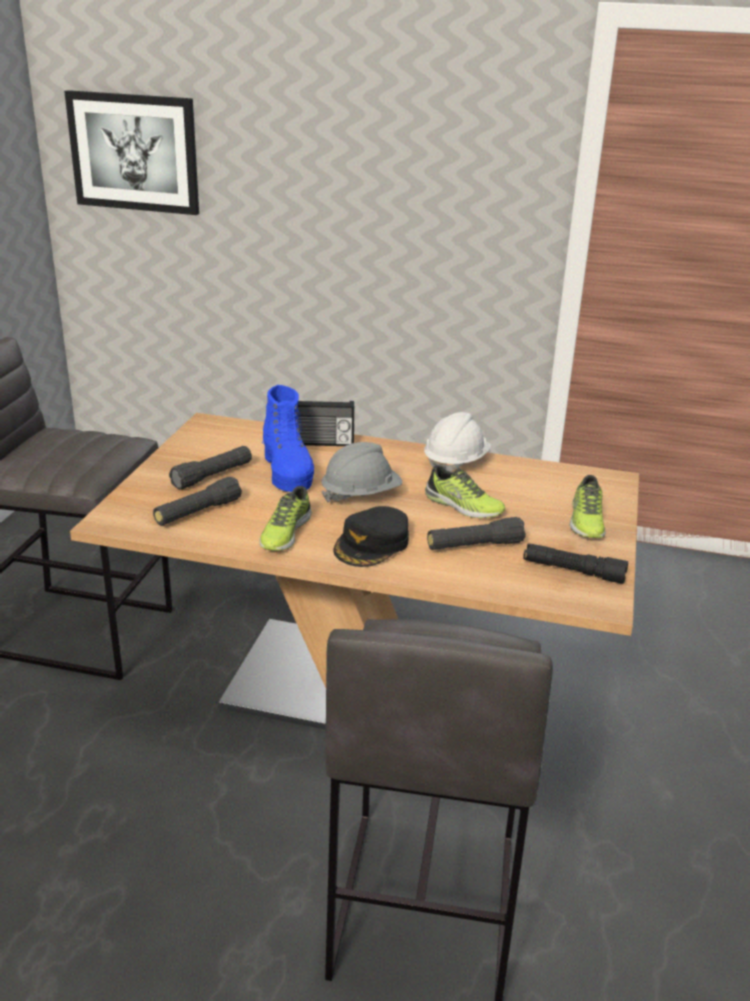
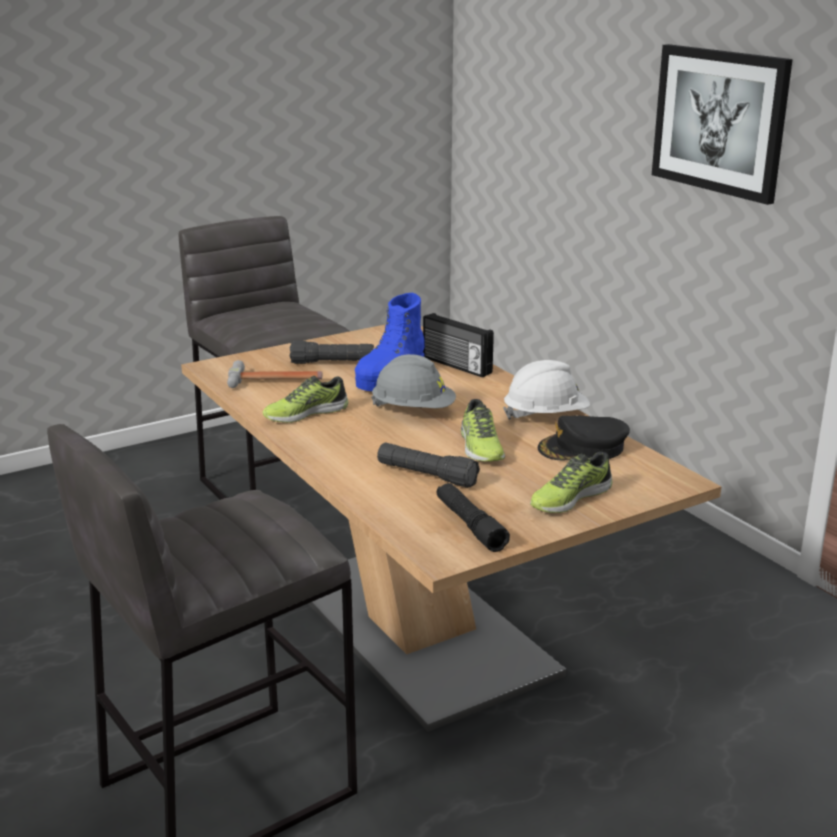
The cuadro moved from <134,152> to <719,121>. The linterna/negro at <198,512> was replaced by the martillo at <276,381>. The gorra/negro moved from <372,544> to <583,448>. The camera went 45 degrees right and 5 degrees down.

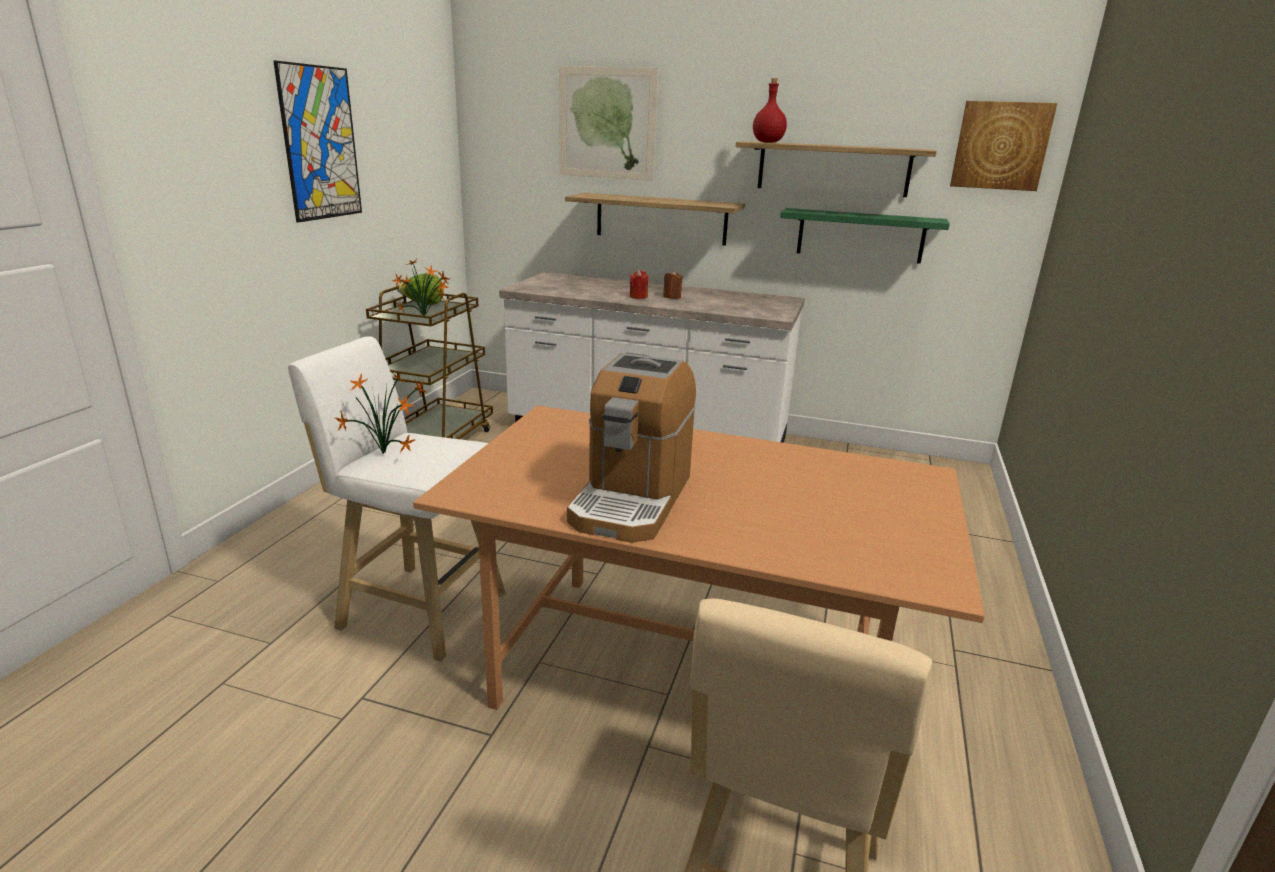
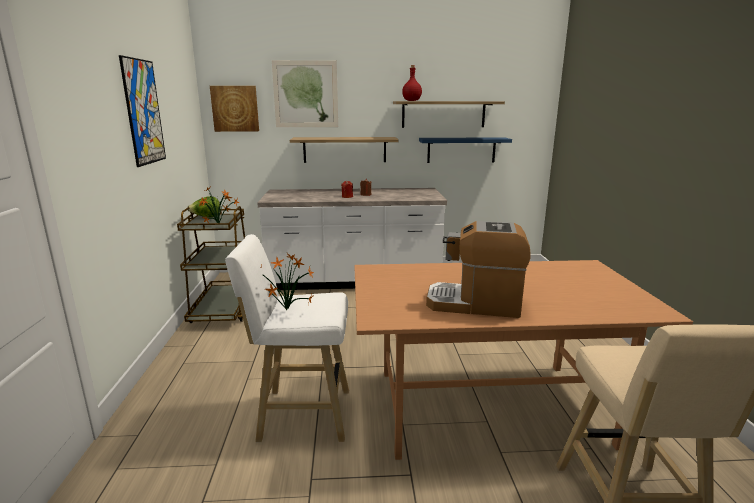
The cafetera at <632,499> turned 105 degrees clockwise. The estante/verde at <860,235> became the estante/azul at <461,150>. The cuadro moved from <1001,146> to <235,108>. The camera went 20 degrees left and 5 degrees down.

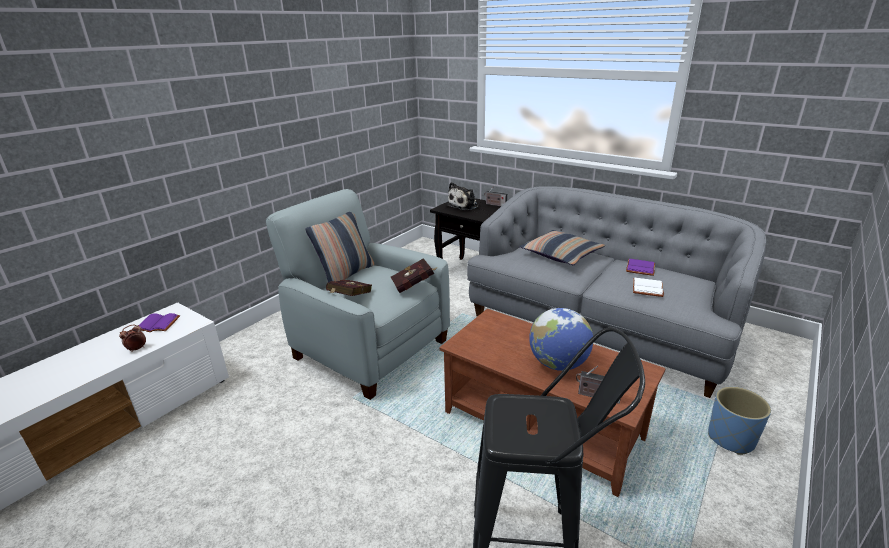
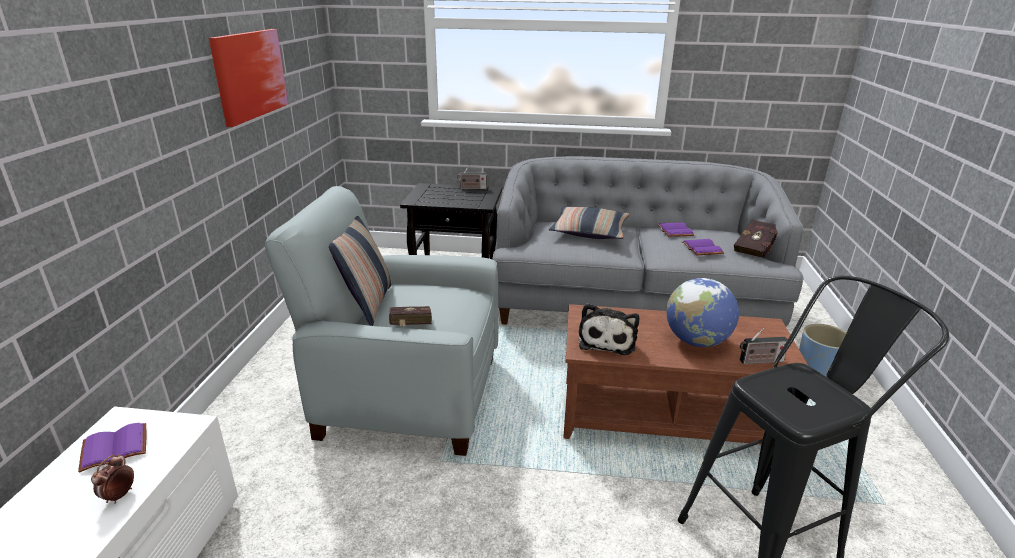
The libro/rojo moved from <414,285> to <756,249>. The peluche moved from <464,205> to <607,340>. The libro/blanco at <648,289> became the libro/morado at <703,249>. The cuadro at <250,75> appeared. The camera went 30 degrees left and 0 degrees up.

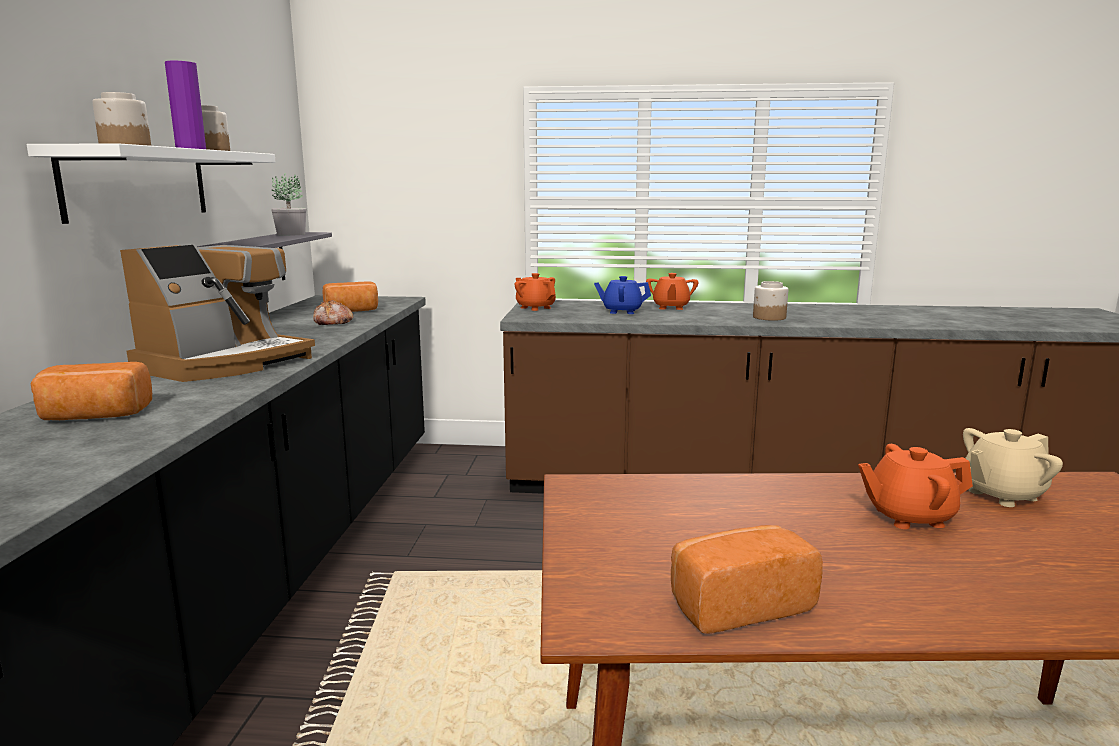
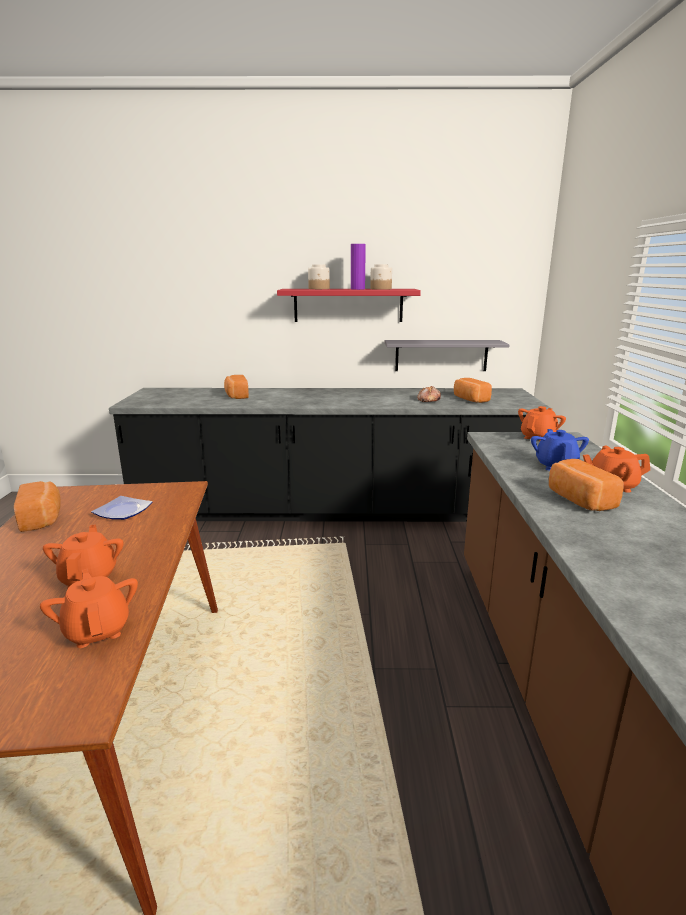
The estante/blanco at <138,183> became the estante/rojo at <348,305>. The cafetera at <225,363> disappeared. The planta en maceta at <291,234> disappeared. The tarro at <769,317> disappeared. The tetera/beis at <1001,494> became the tetera/naranja at <97,630>. The plato at <123,511> appeared. The pan at <578,500> appeared. The camera went 85 degrees right and 5 degrees up.

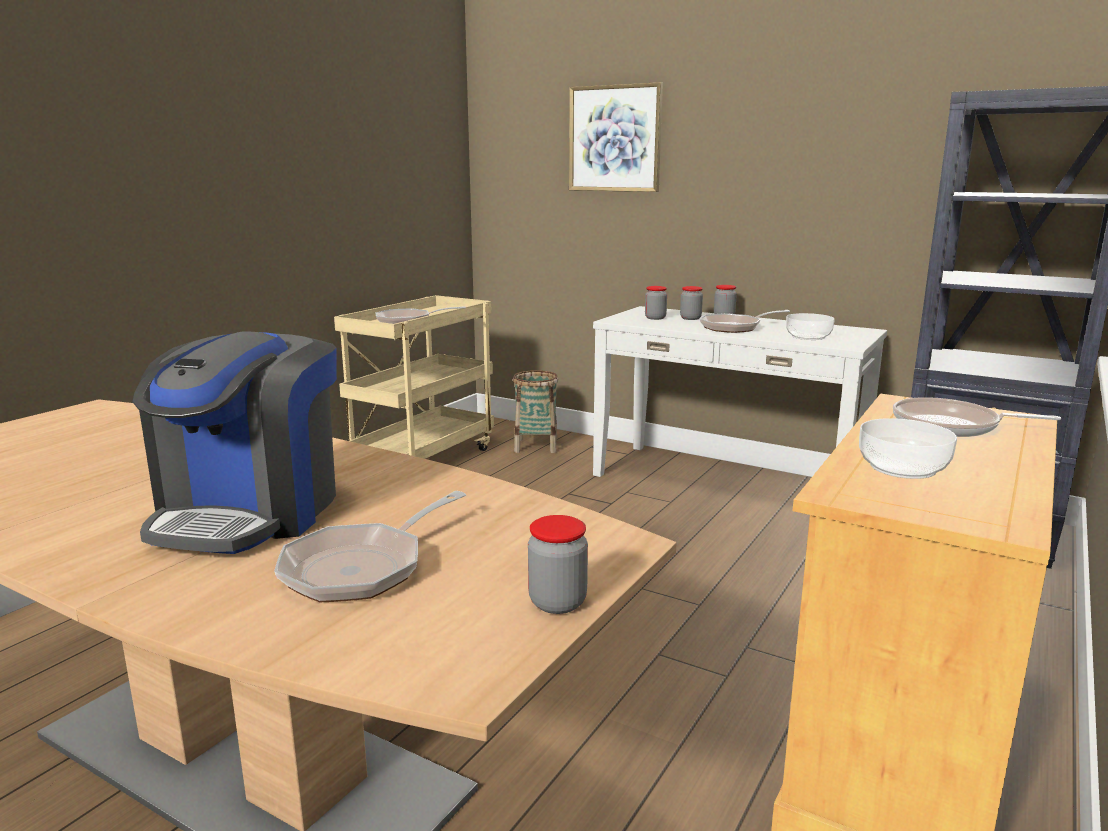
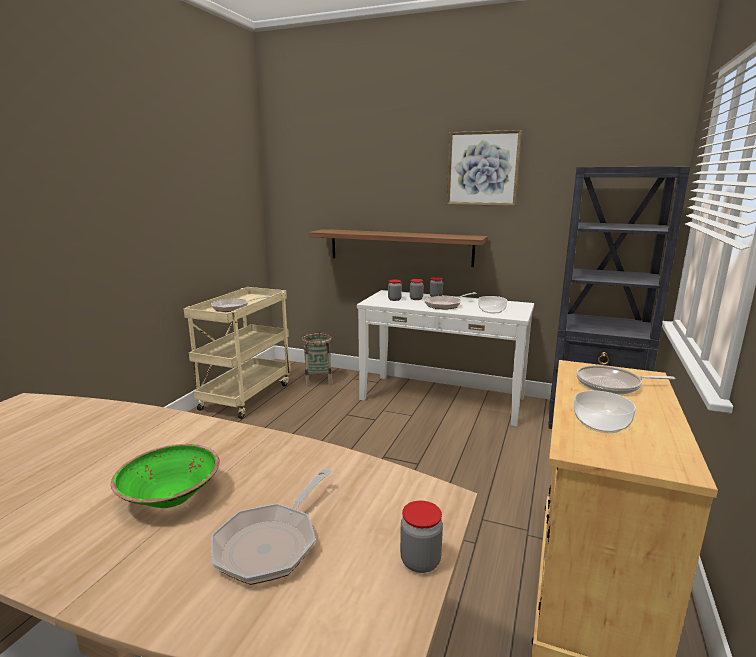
The cafetera at <250,512> was replaced by the cuenco/verde at <171,496>. The cuadro moved from <615,138> to <482,168>. The estante at <400,247> appeared. The camera went 10 degrees left and 0 degrees up.

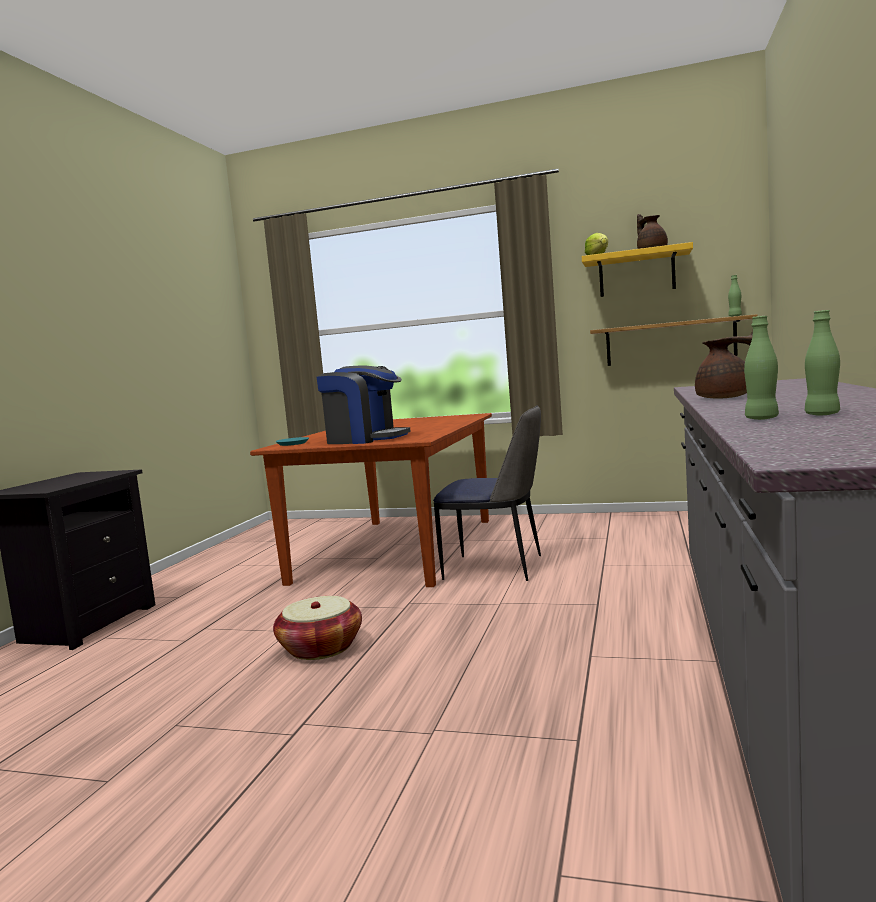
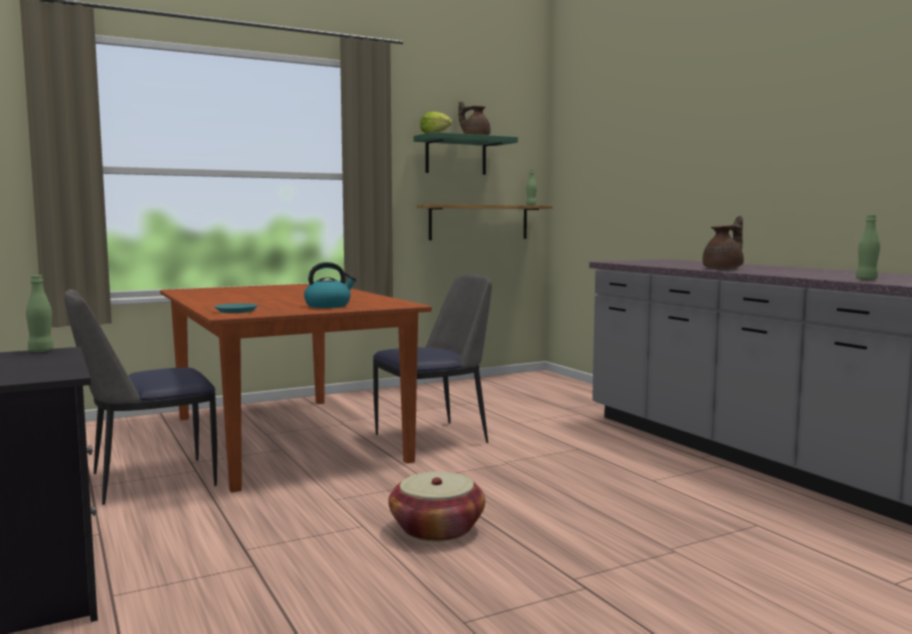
The cafetera at <365,439> was replaced by the hervidor at <328,305>. The estante/amarillo at <636,274> became the estante/verde at <455,156>. The botella/verde moved from <822,414> to <41,351>. The silla at <148,481> appeared. The camera went 45 degrees left and 0 degrees up.

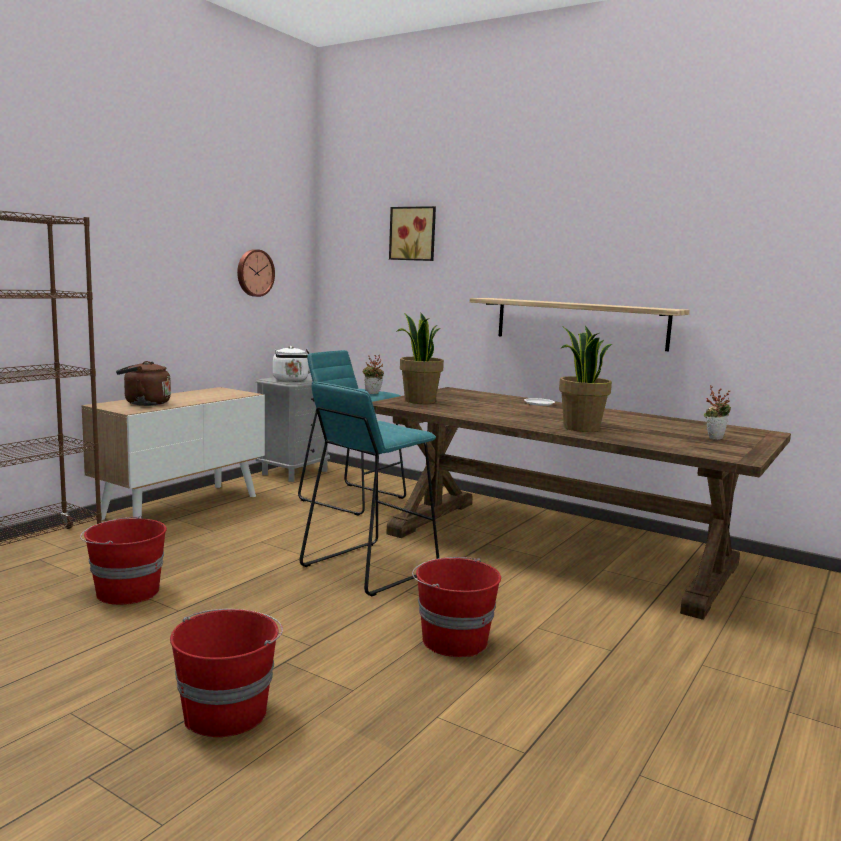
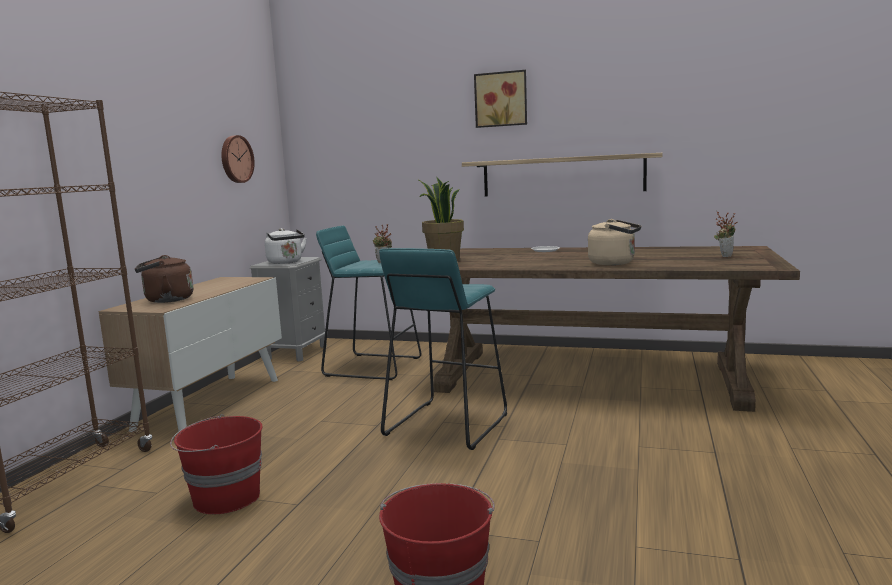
The cuadro moved from <414,233> to <501,99>. The cubo/rojo at <453,640> disappeared. The planta en maceta at <580,428> was replaced by the hervidor/beis at <614,263>. The camera went 15 degrees left and 0 degrees up.

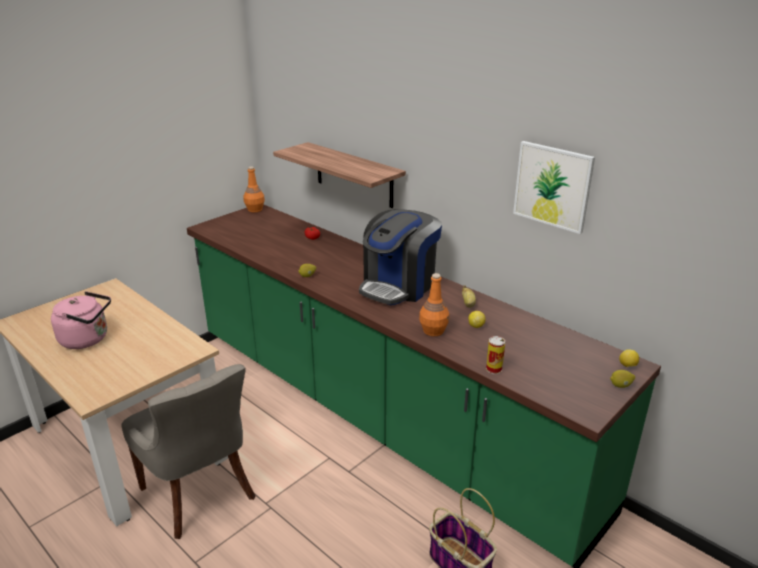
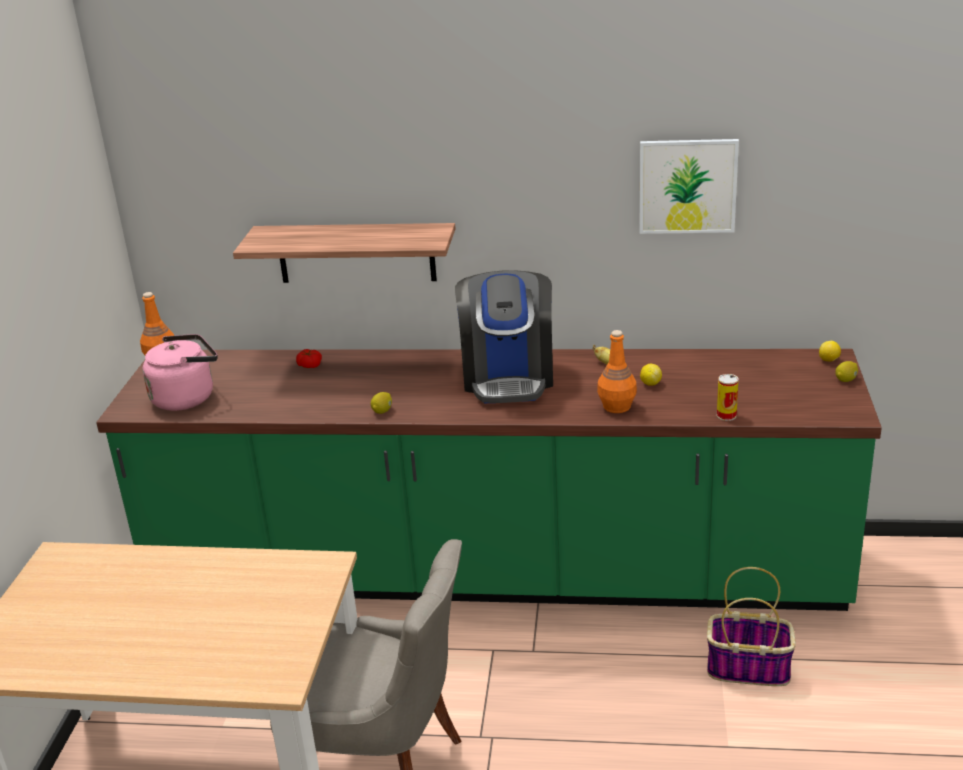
The hervidor/rosa moved from <87,339> to <187,397>. The camera went 35 degrees left and 0 degrees up.

